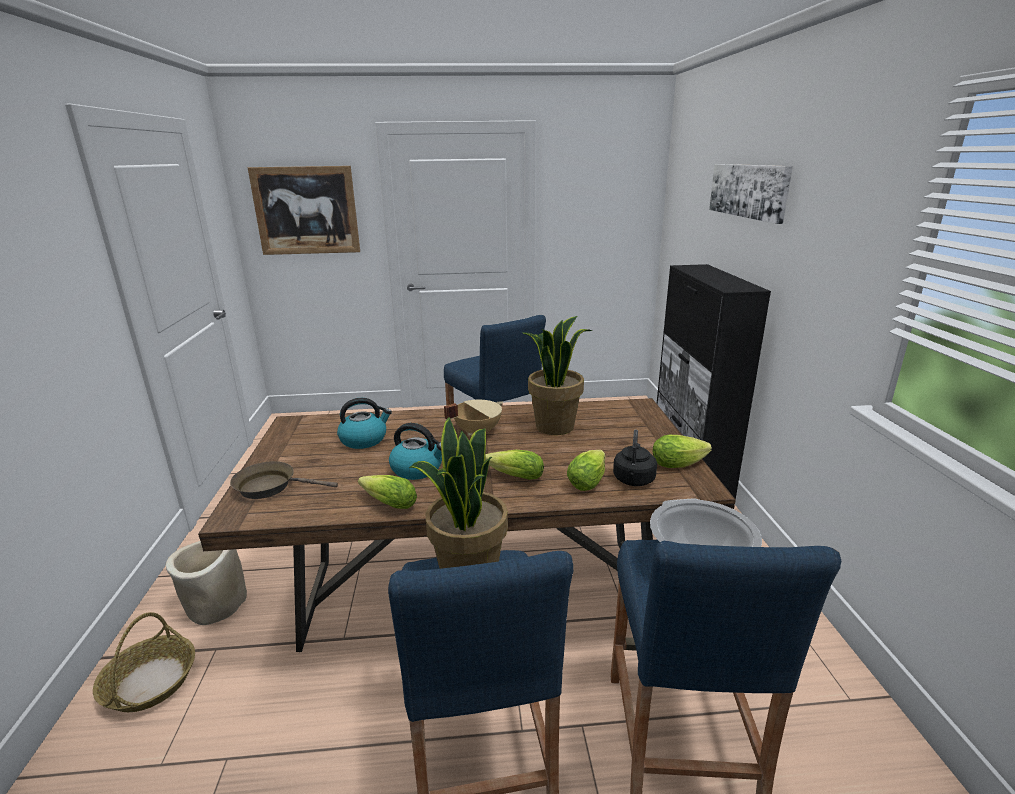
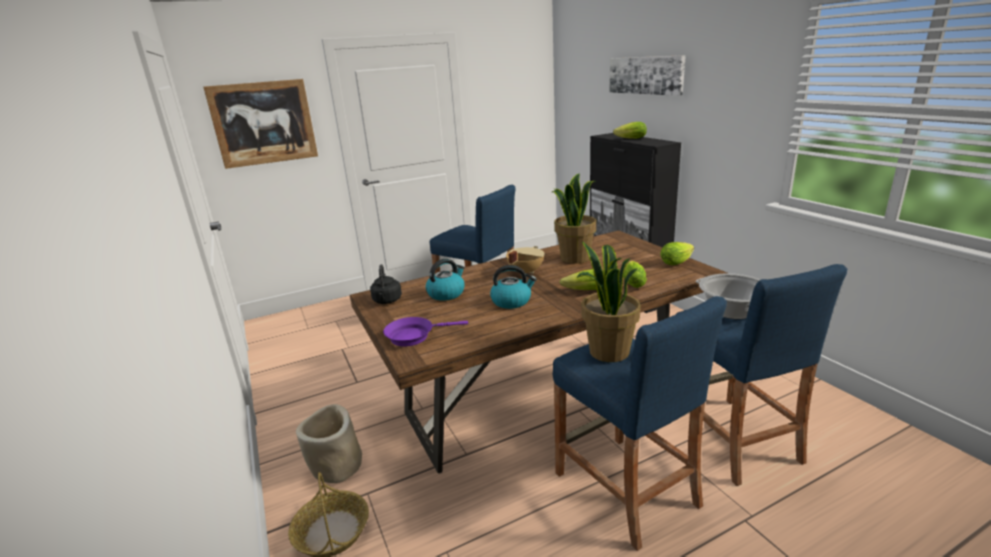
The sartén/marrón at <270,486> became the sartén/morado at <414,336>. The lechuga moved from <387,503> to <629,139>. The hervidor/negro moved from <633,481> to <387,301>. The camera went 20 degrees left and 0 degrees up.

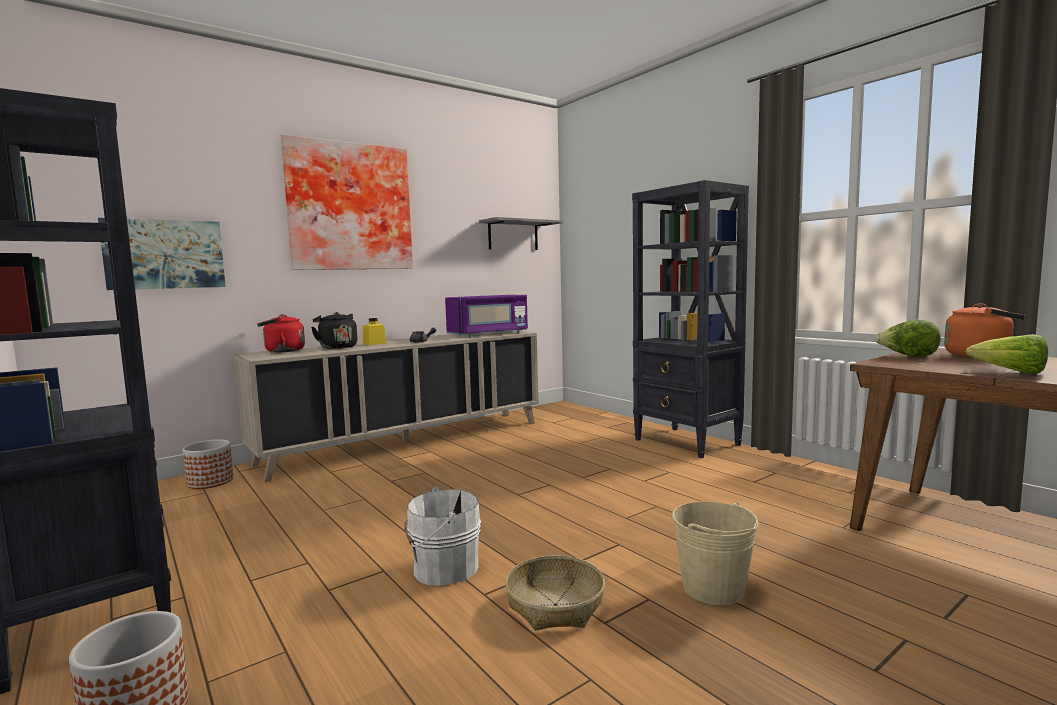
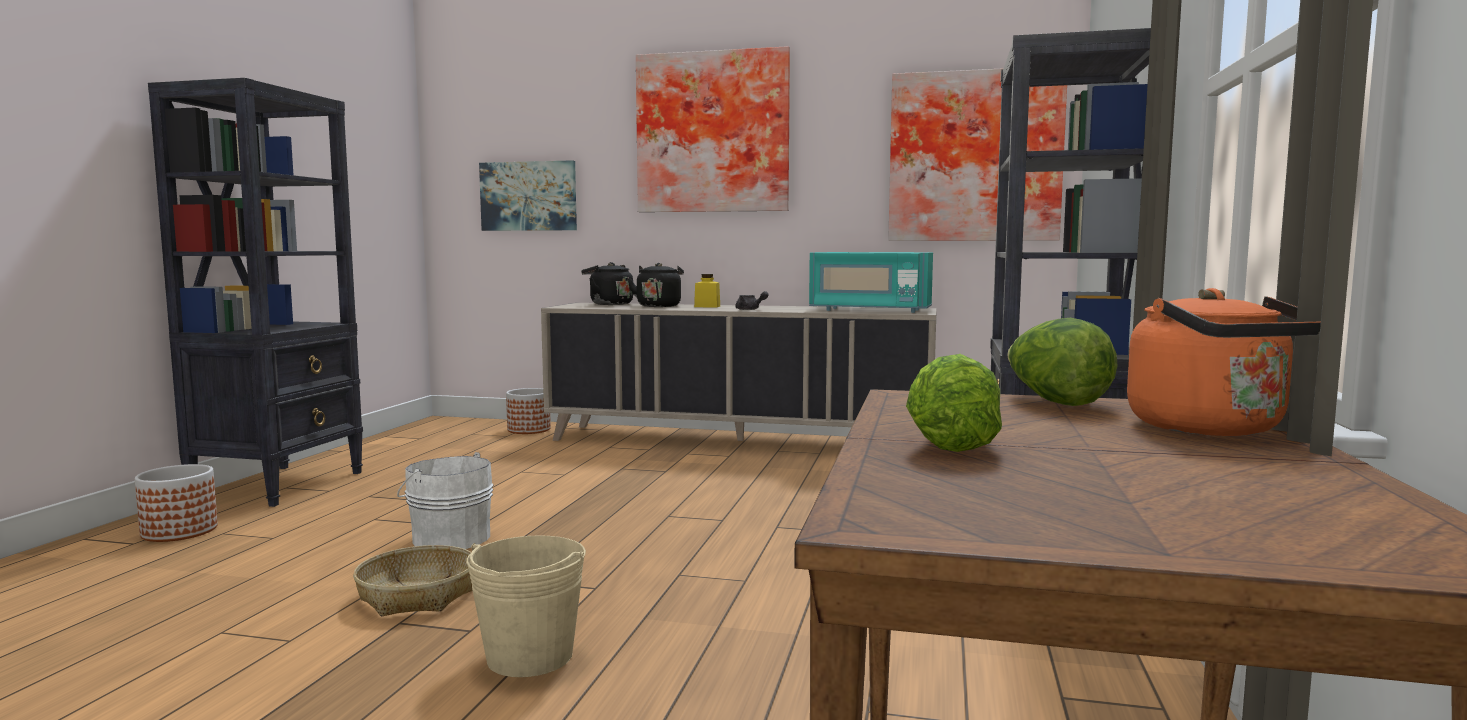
The hervidor/rojo at <282,351> became the hervidor/negro at <609,304>. The microondas/morado at <488,334> became the microondas/turquesa at <869,310>. The estante/gris at <513,235> was replaced by the cuadro at <974,157>. The camera went 50 degrees right and 0 degrees up.

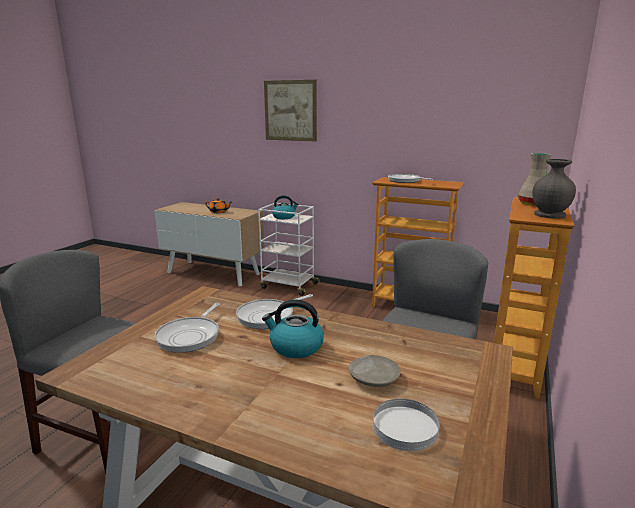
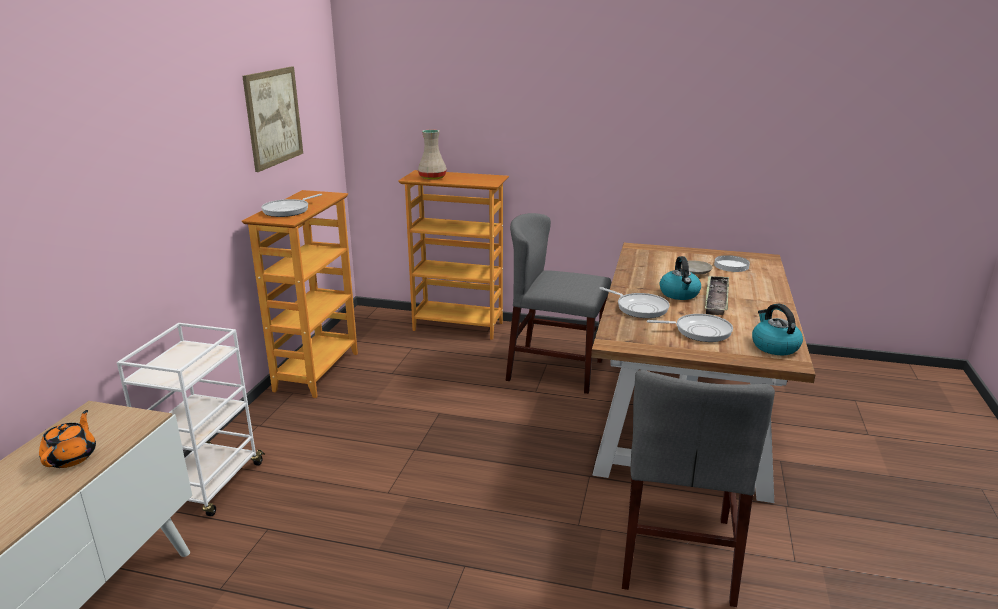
The cuadro moved from <290,110> to <273,117>. The hervidor moved from <284,217> to <774,346>. The florero/gris at <550,215> disappeared. The bandeja at <716,299> appeared. The camera went 100 degrees left and 5 degrees up.

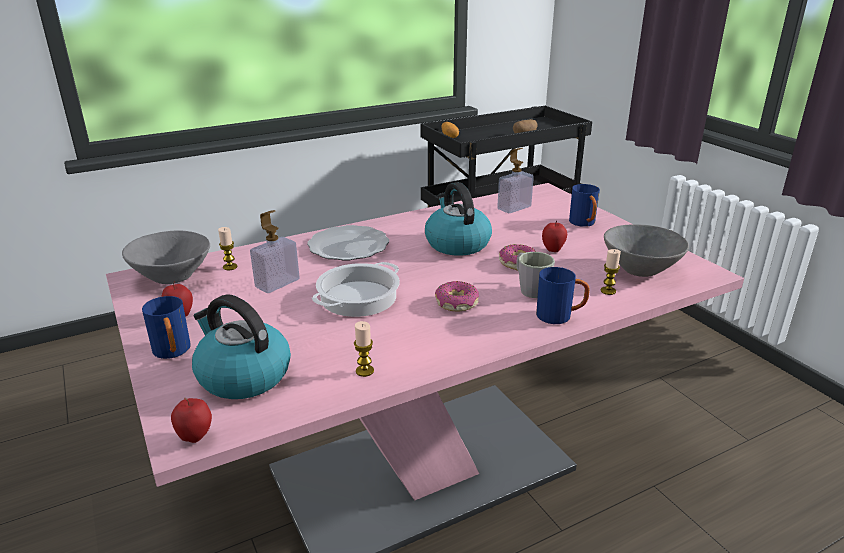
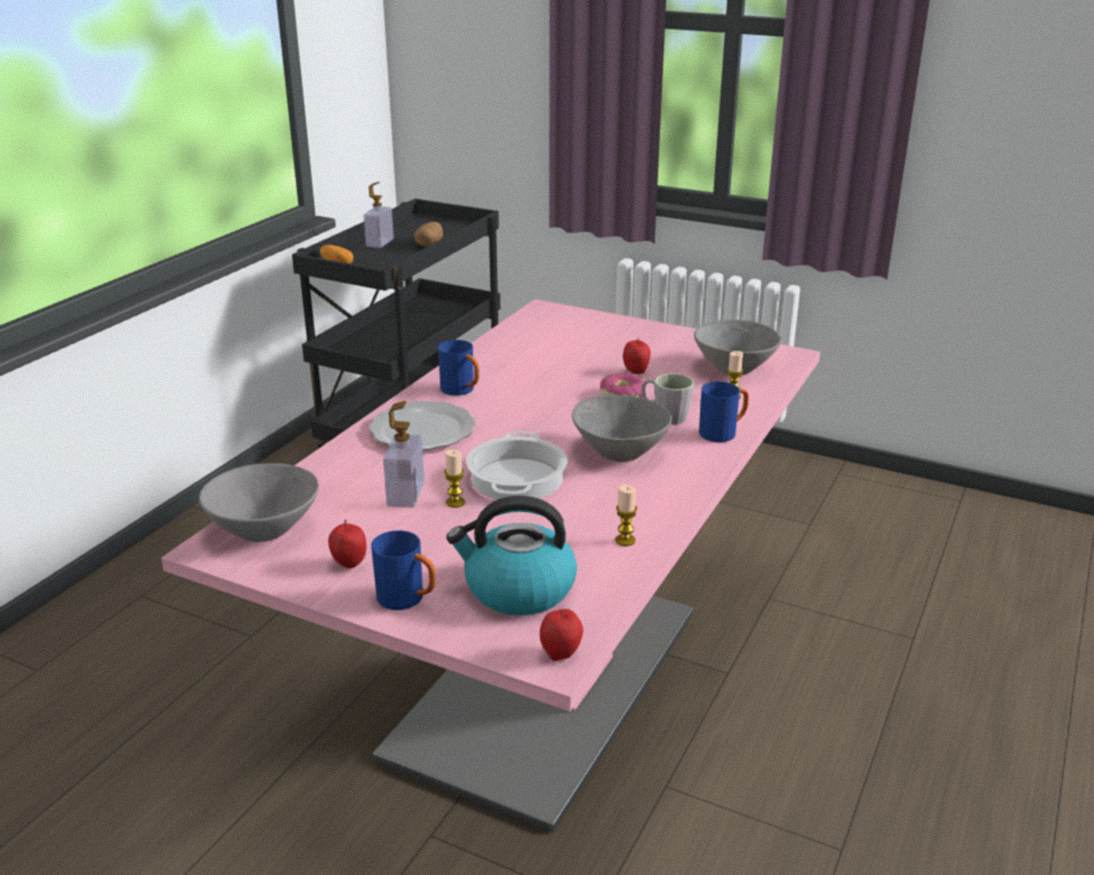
The vela moved from <230,267> to <455,502>. The hervidor at <456,243> disappeared. The rosquilla at <456,303> was replaced by the cuenco/gris at <619,452>. The dispensador de jabón moved from <514,208> to <380,243>. The taza grande/azul moved from <584,224> to <462,391>. The camera went 35 degrees left and 0 degrees up.

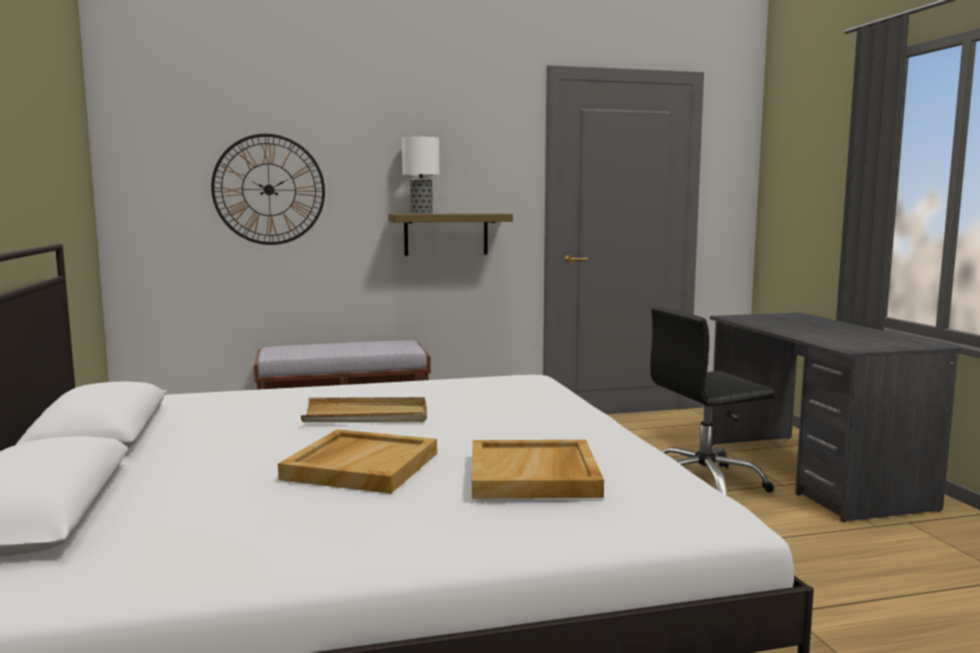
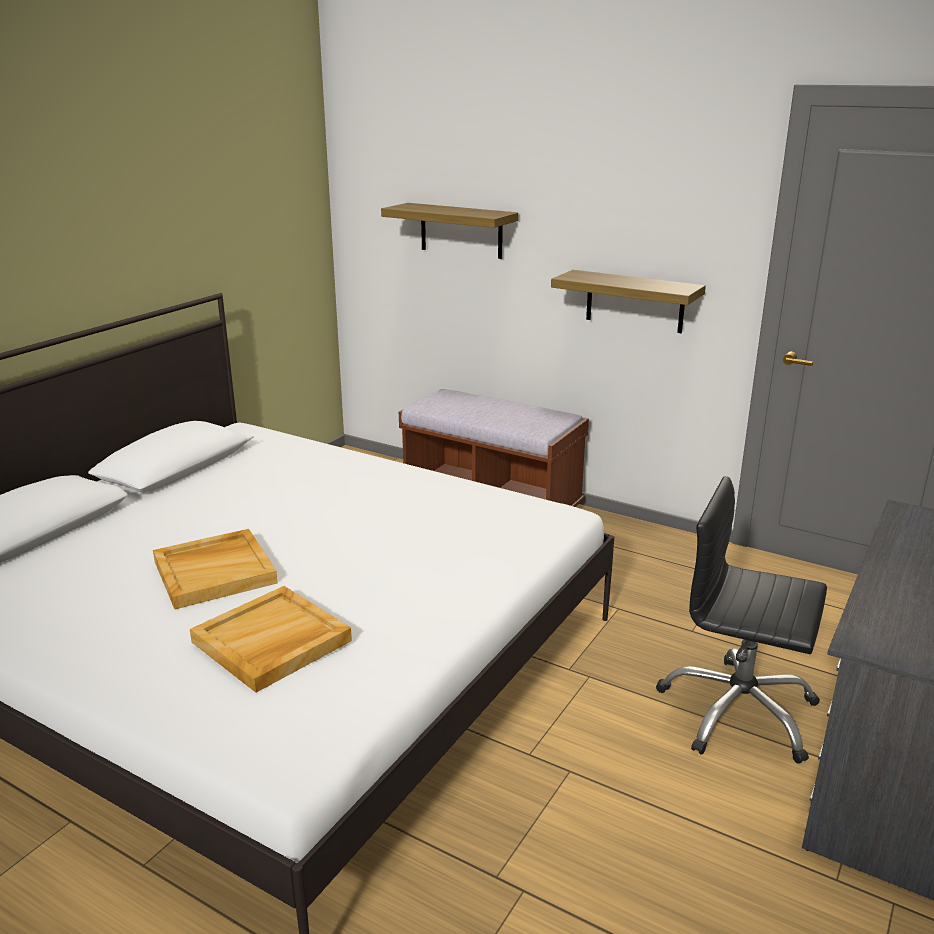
The reloj de pared at <269,189> was replaced by the estante at <461,230>. The bandeja/beis at <366,416> disappeared. The lámpara de mesa at <421,213> disappeared. The camera went 45 degrees right and 15 degrees up.

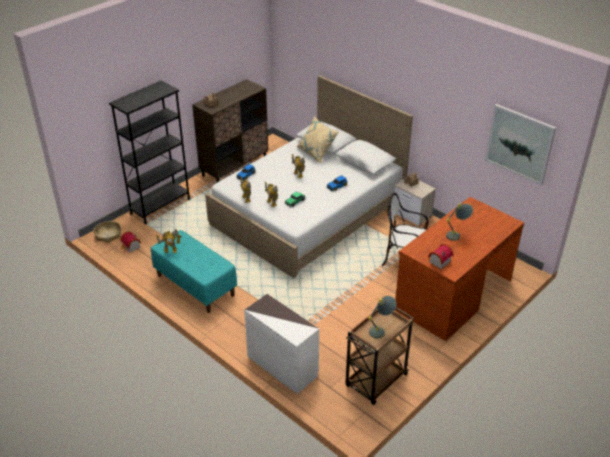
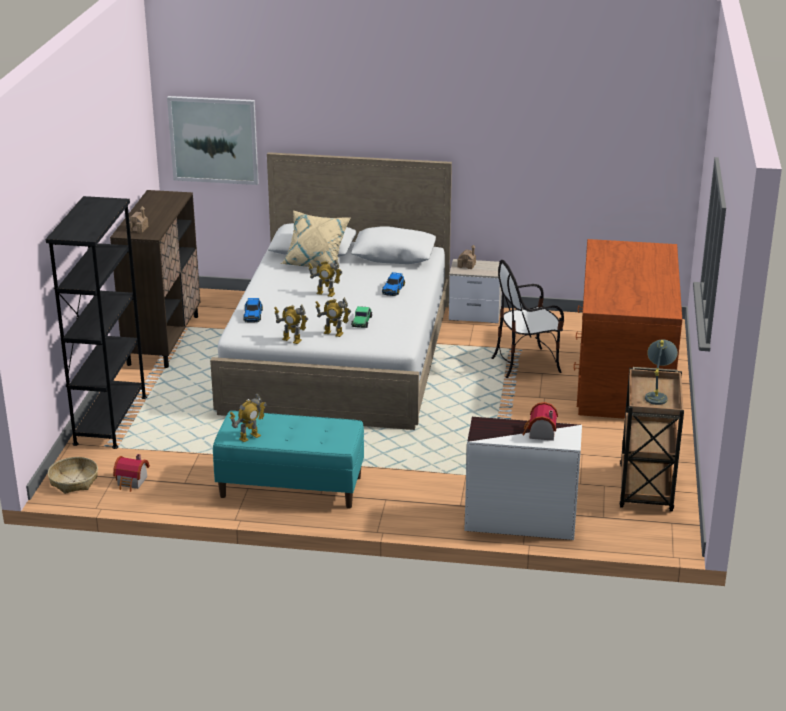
The casita moved from <438,261> to <540,433>. The lámpara de mesa/gris at <457,235> disappeared. The cuadro moved from <519,144> to <213,140>. The camera went 35 degrees left and 10 degrees down.

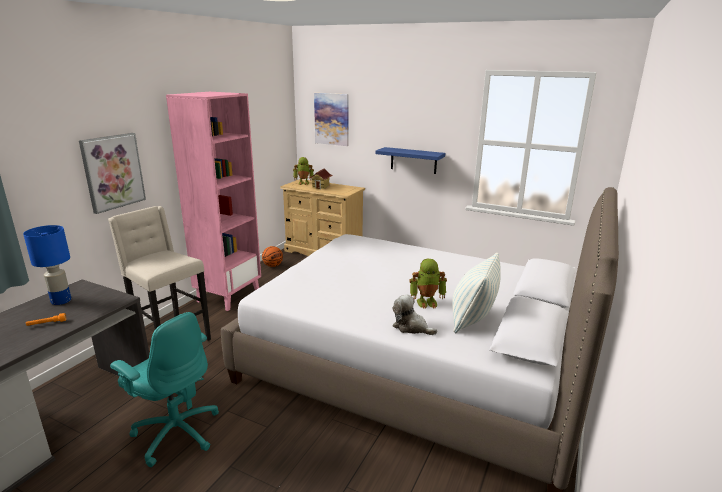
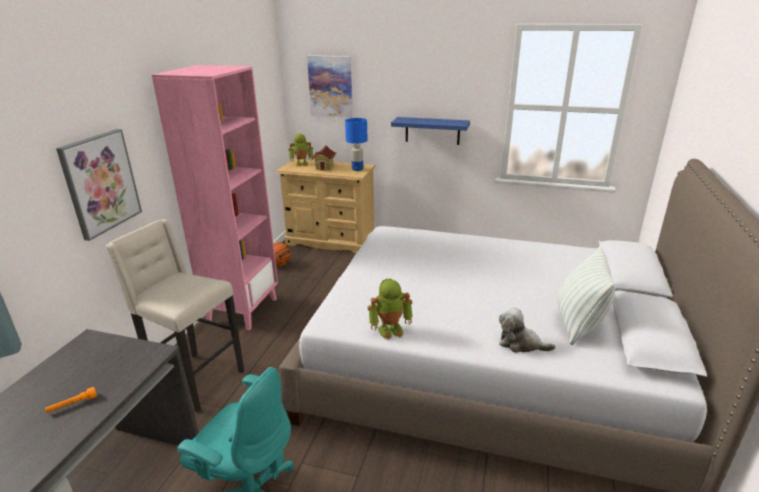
The lámpara de mesa/azul moved from <61,301> to <357,169>. The robot de juguete moved from <427,302> to <390,329>. The camera went 10 degrees left and 5 degrees up.

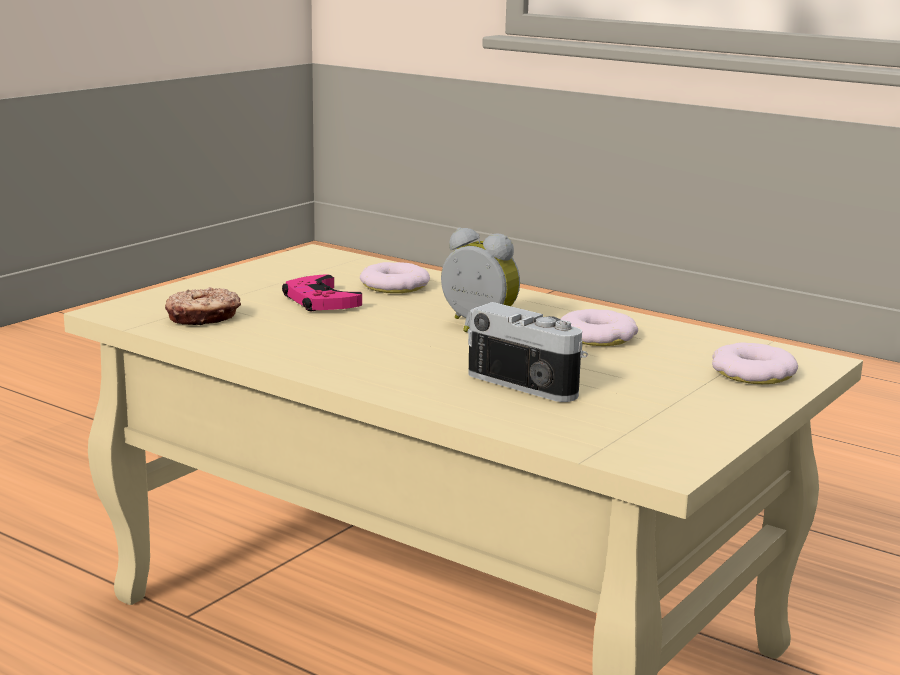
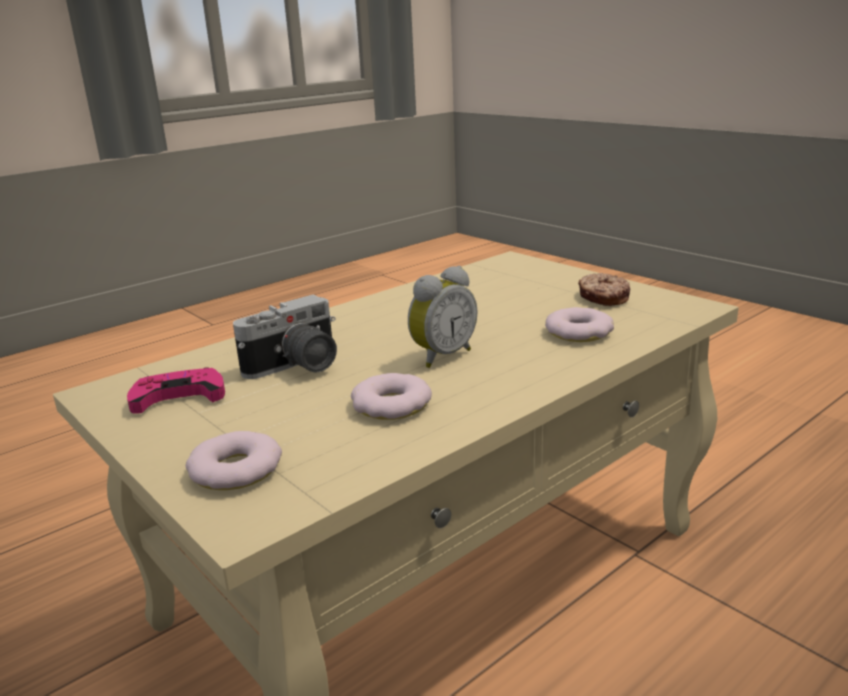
The rosquilla moved from <203,318> to <603,298>. The mando de consola/rosa moved from <320,301> to <178,397>. The camera went 105 degrees right and 5 degrees up.

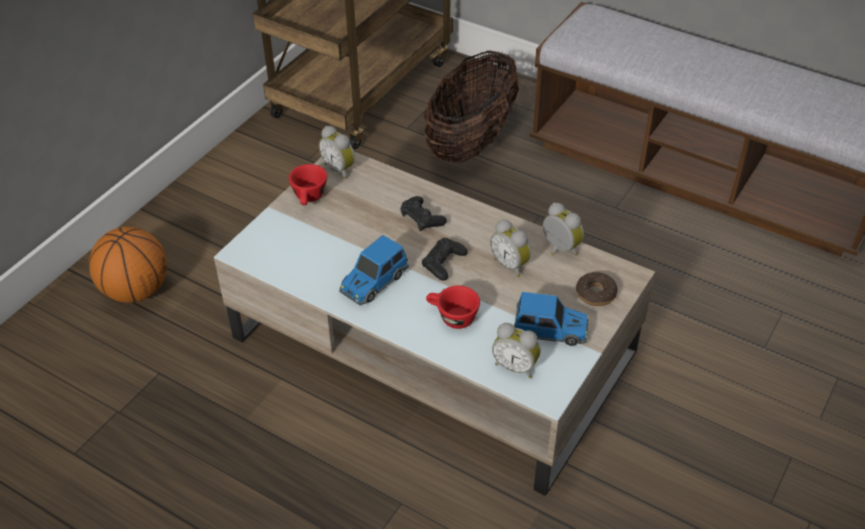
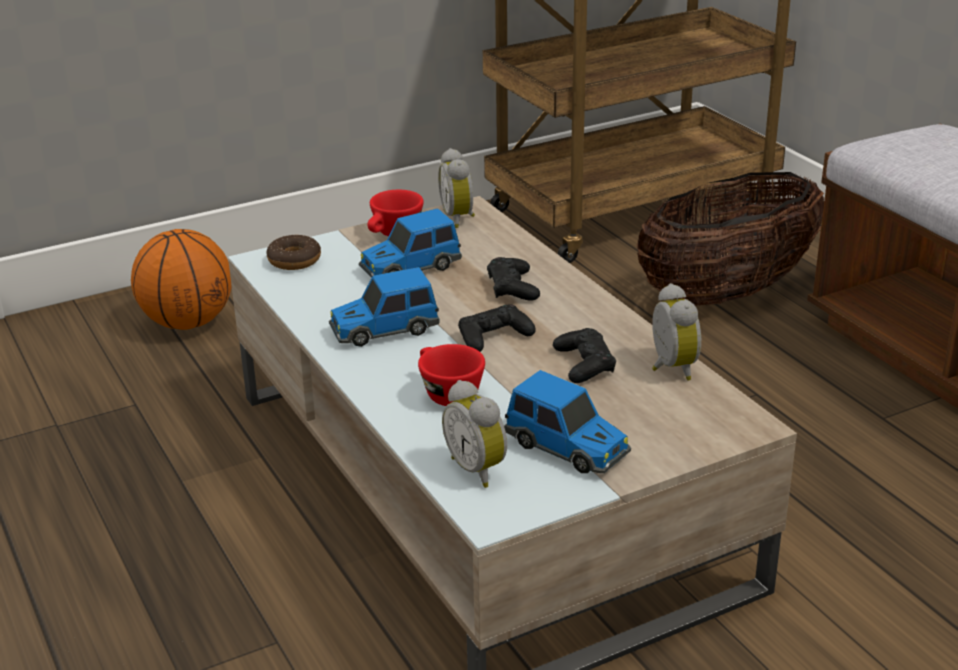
The despertador at <511,264> was replaced by the mando de consola/negro at <584,364>. The rosquilla moved from <596,293> to <294,260>. The coche de juguete at <409,268> appeared. The camera went 30 degrees right and 15 degrees down.

